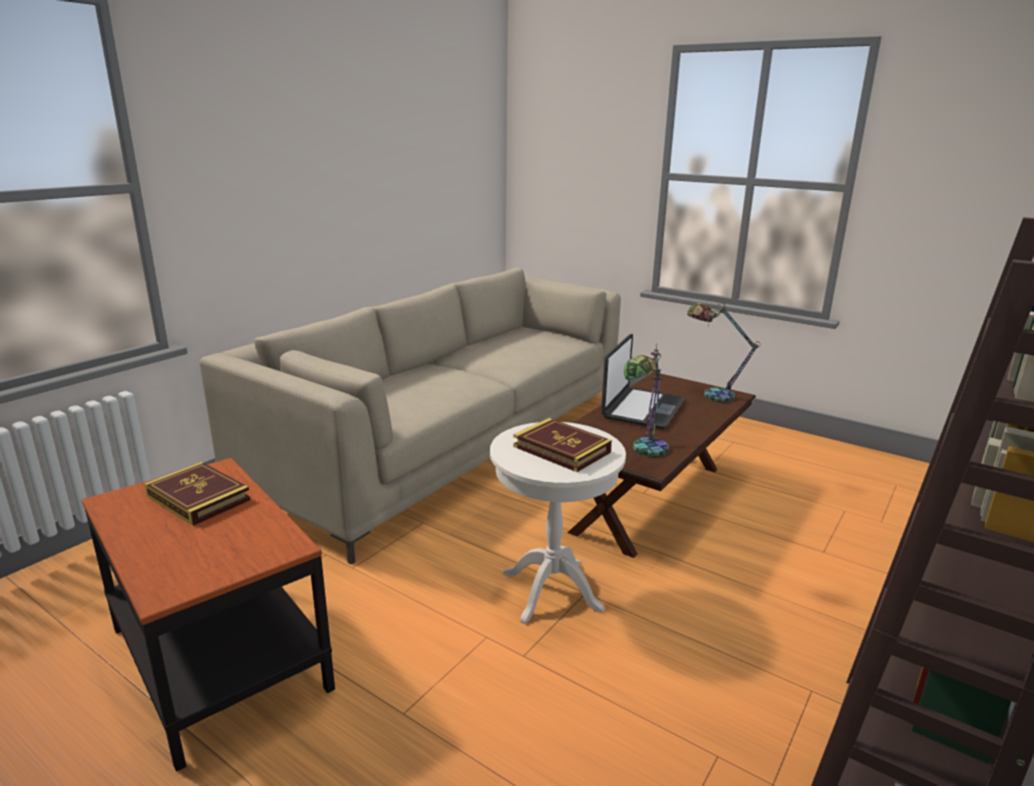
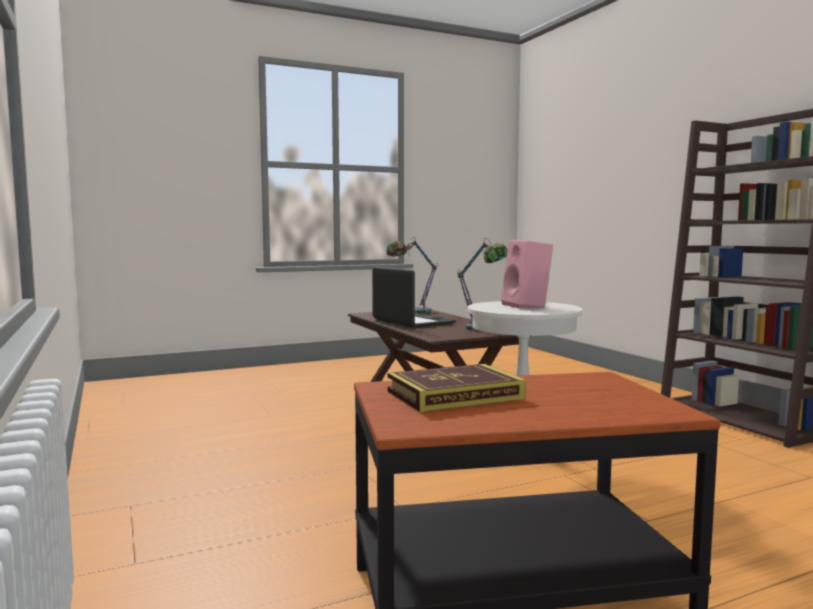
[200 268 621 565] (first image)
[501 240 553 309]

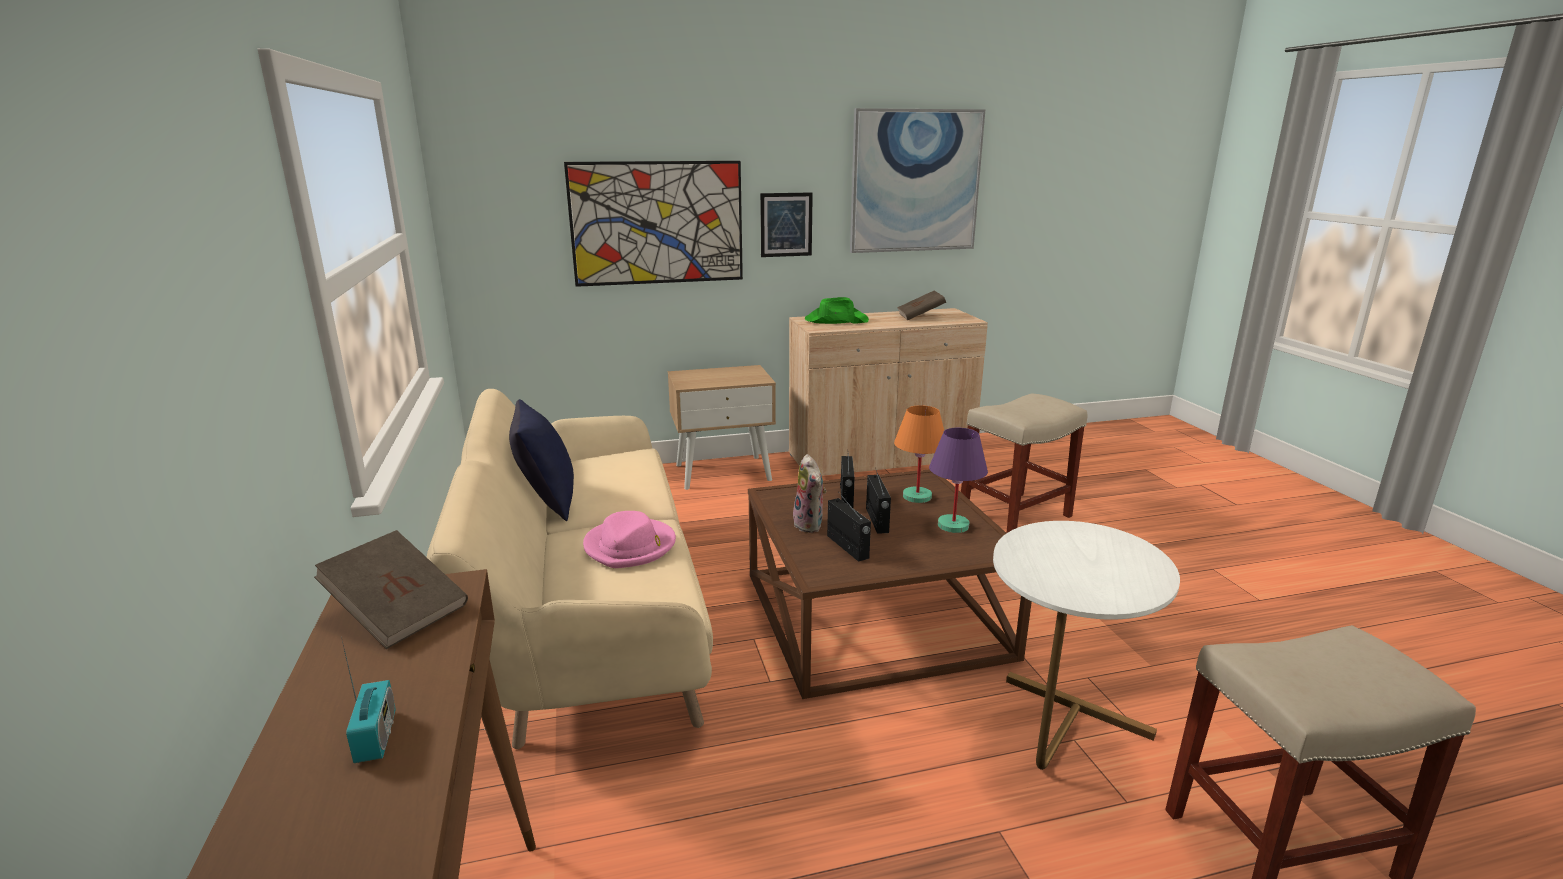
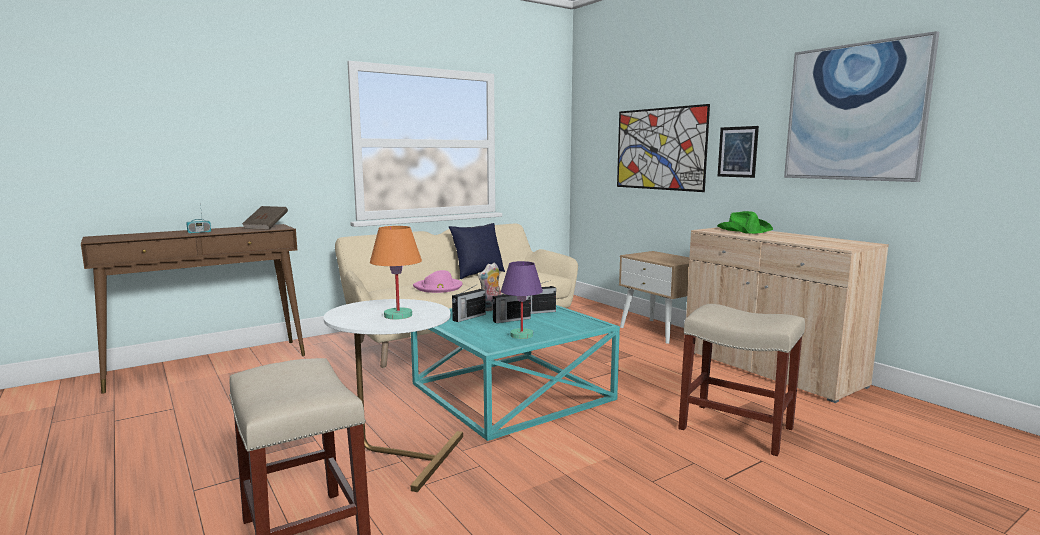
[411 305 620 441]
[370 226 422 319]
[897 291 946 320] (first image)

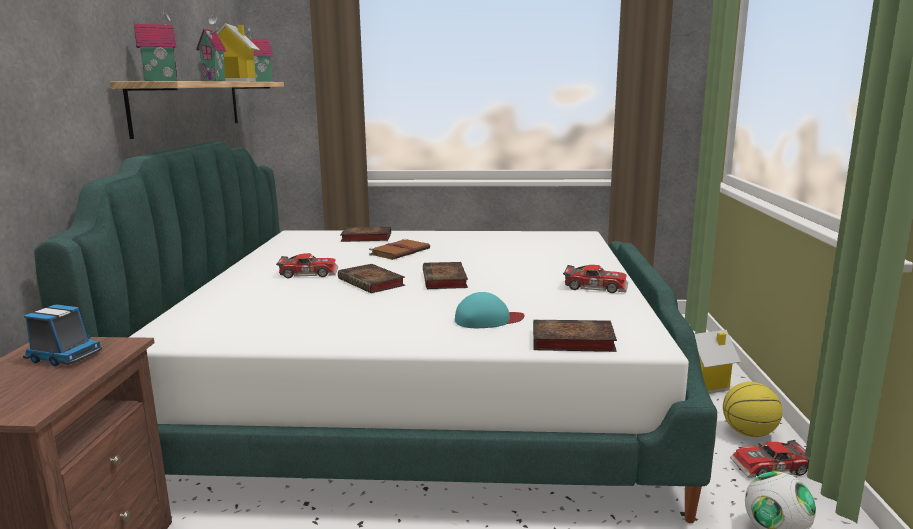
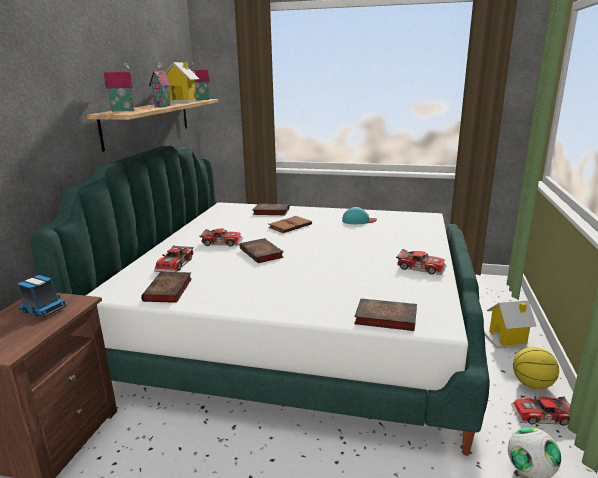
[141 272 192 303]
[342 207 377 224]
[154 245 193 272]

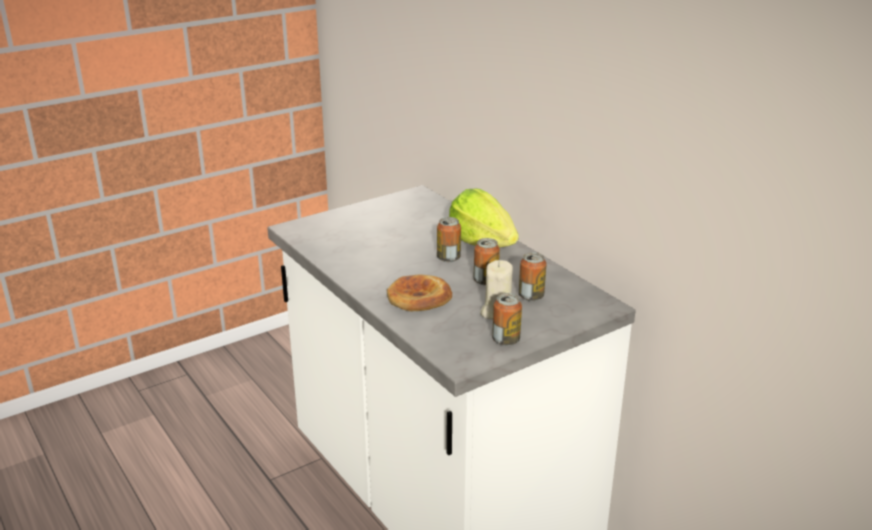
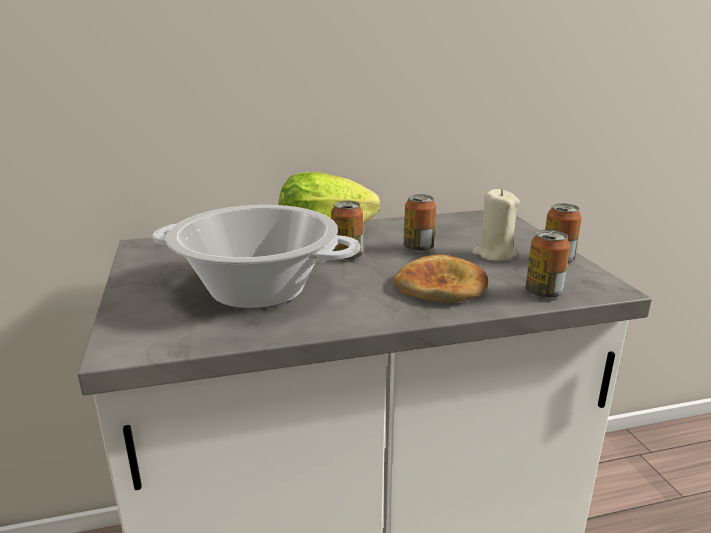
[526 229 570 299]
[153 205 360 309]

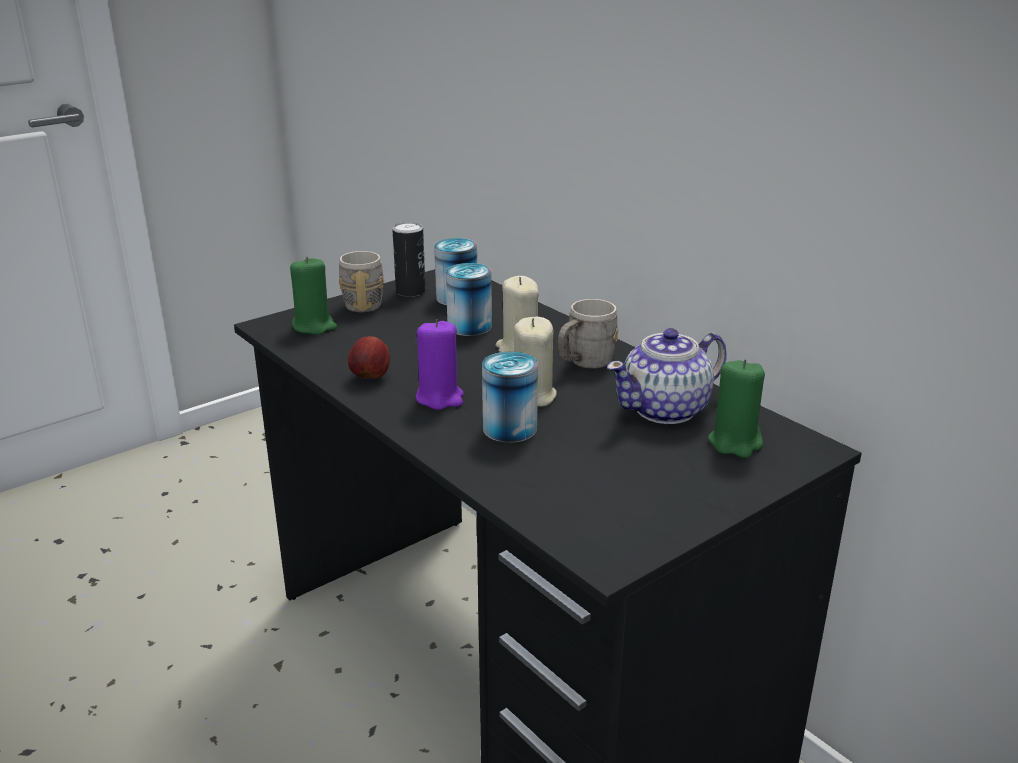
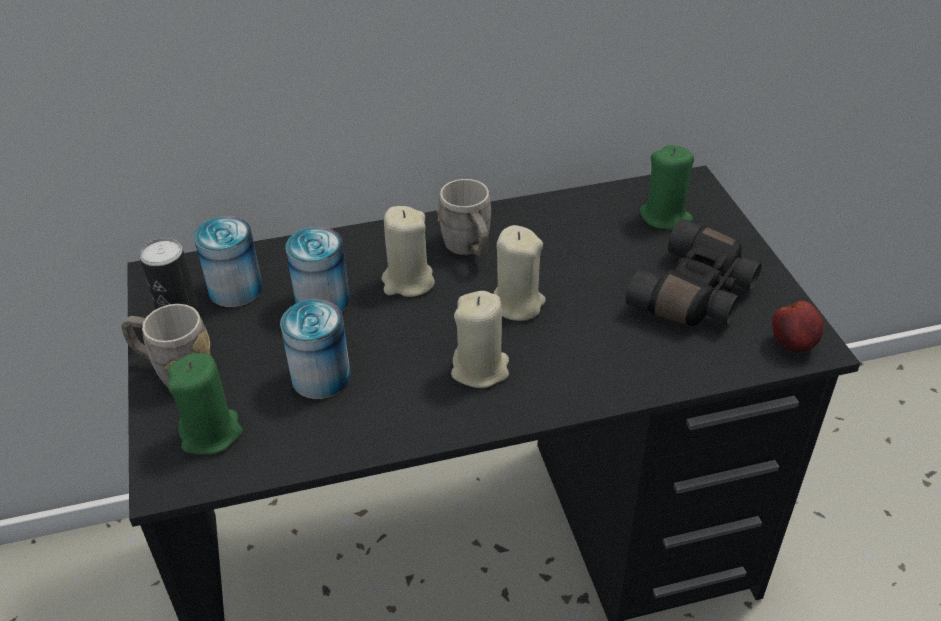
[772 301 824 352]
[451 291 509 388]
[280 299 351 399]
[607 328 727 424] (first image)
[626 219 761 326]

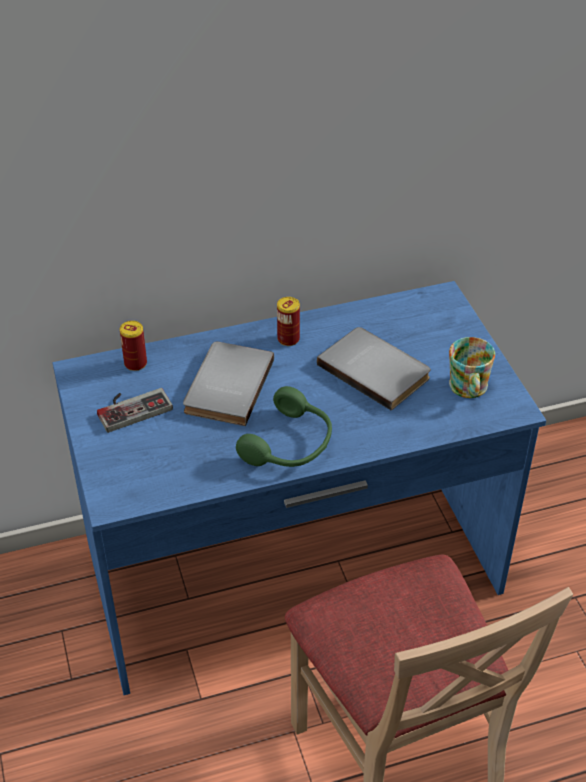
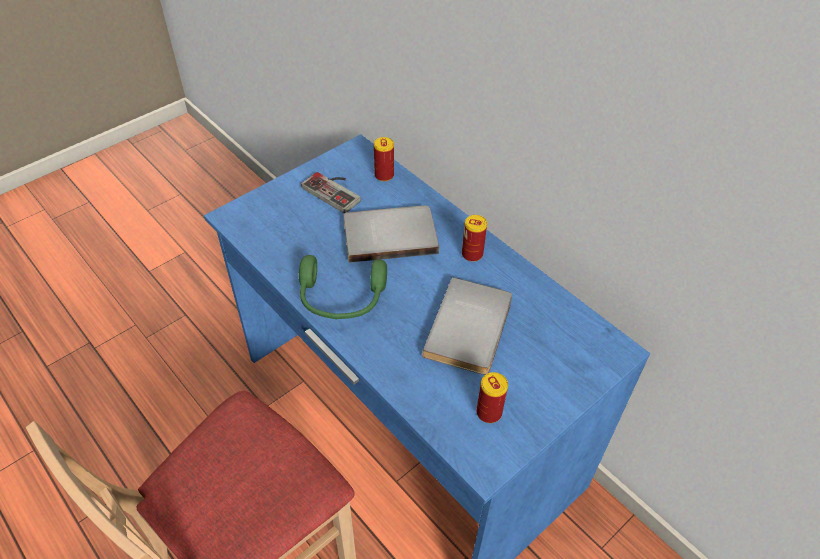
[476 372 508 423]

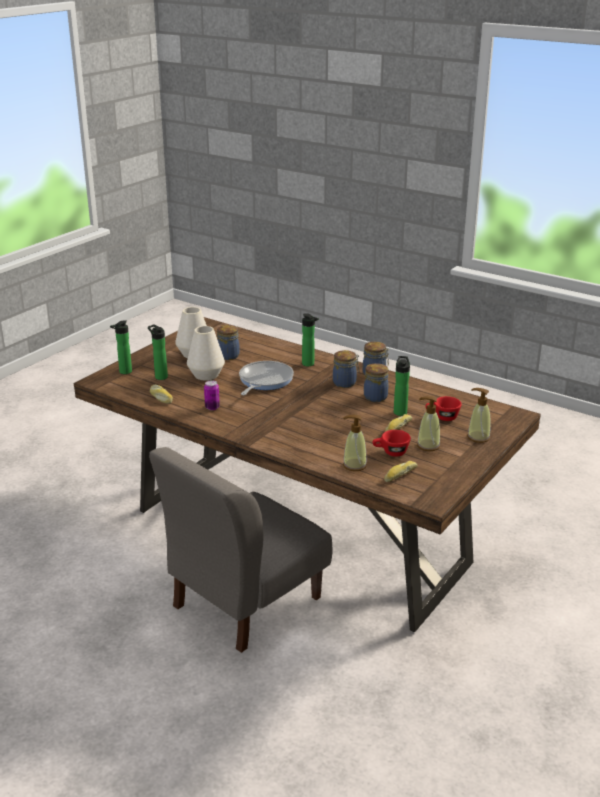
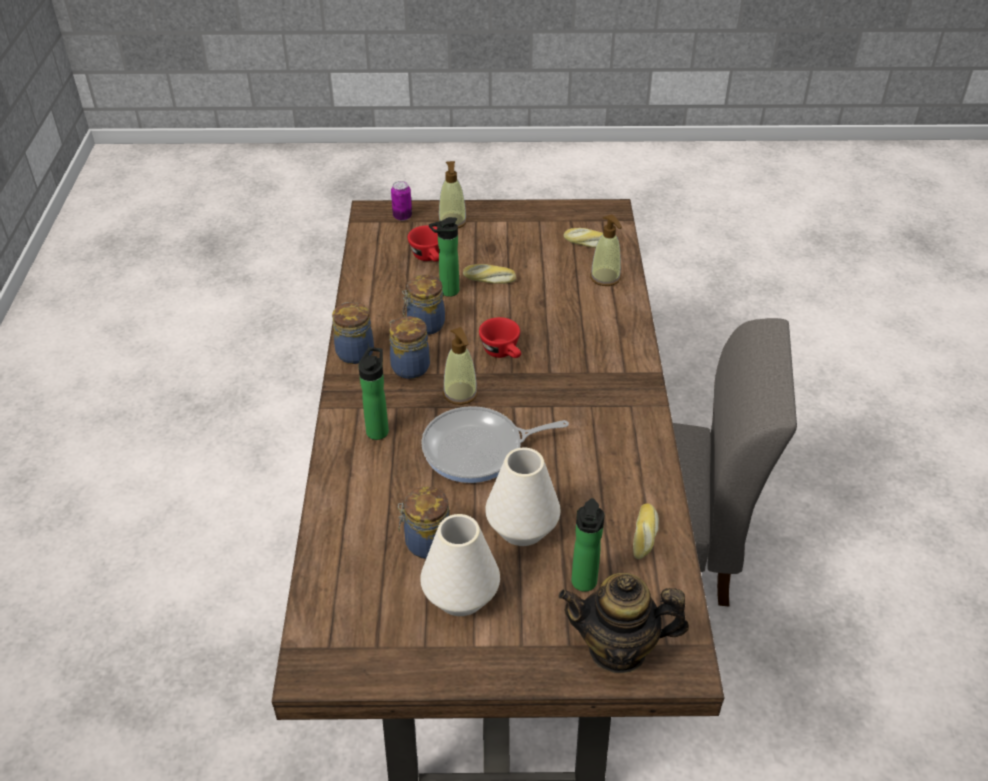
[558 573 689 673]
[391 181 412 221]
[479 317 521 358]
[443 327 478 405]

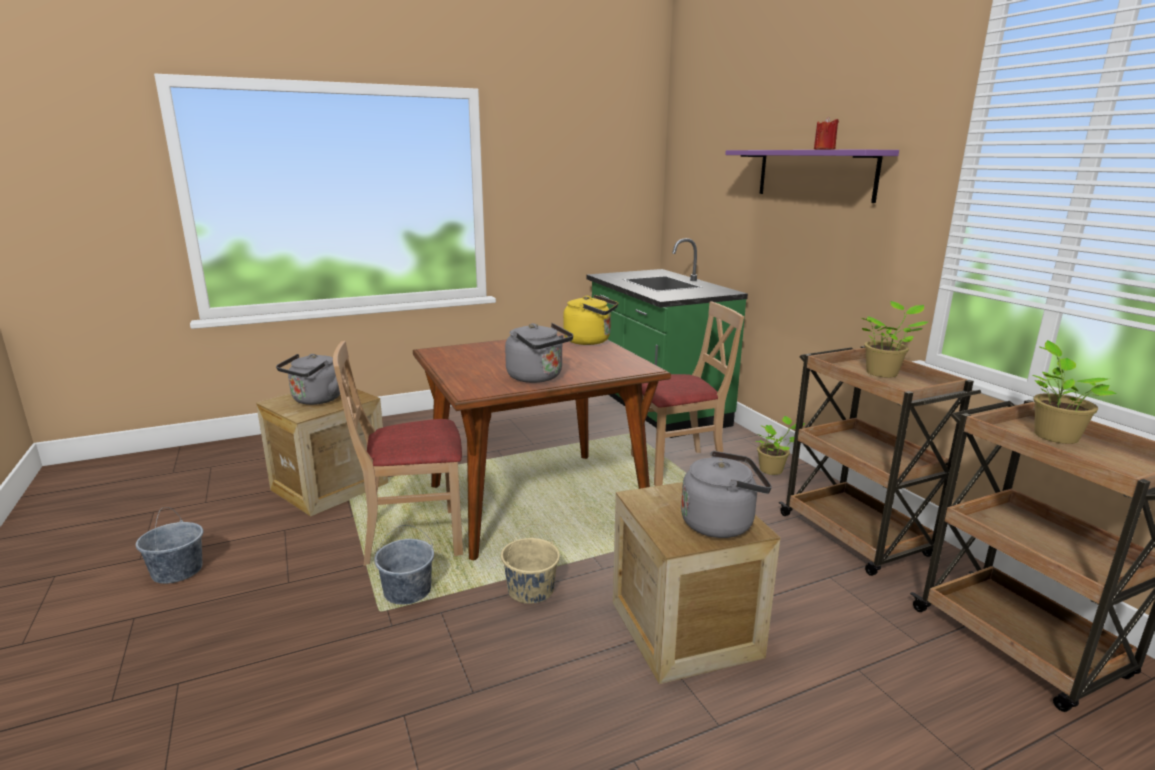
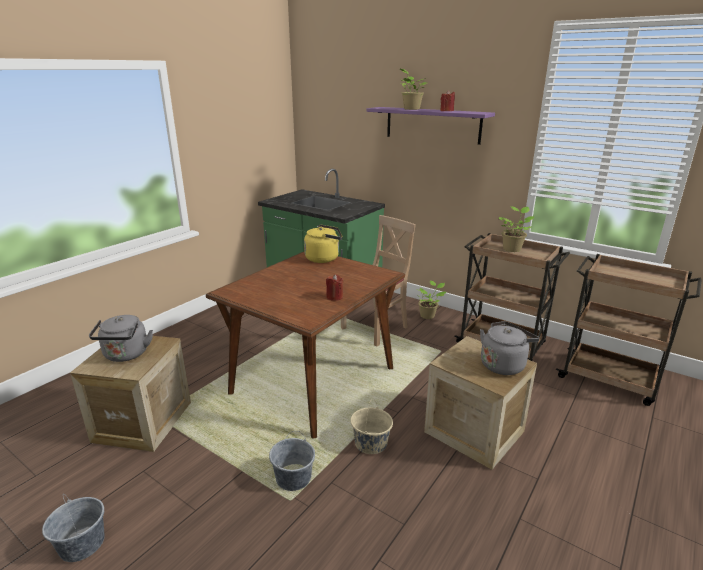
[333 341 463 566] (first image)
[326 275 343 301]
[400 69 427 110]

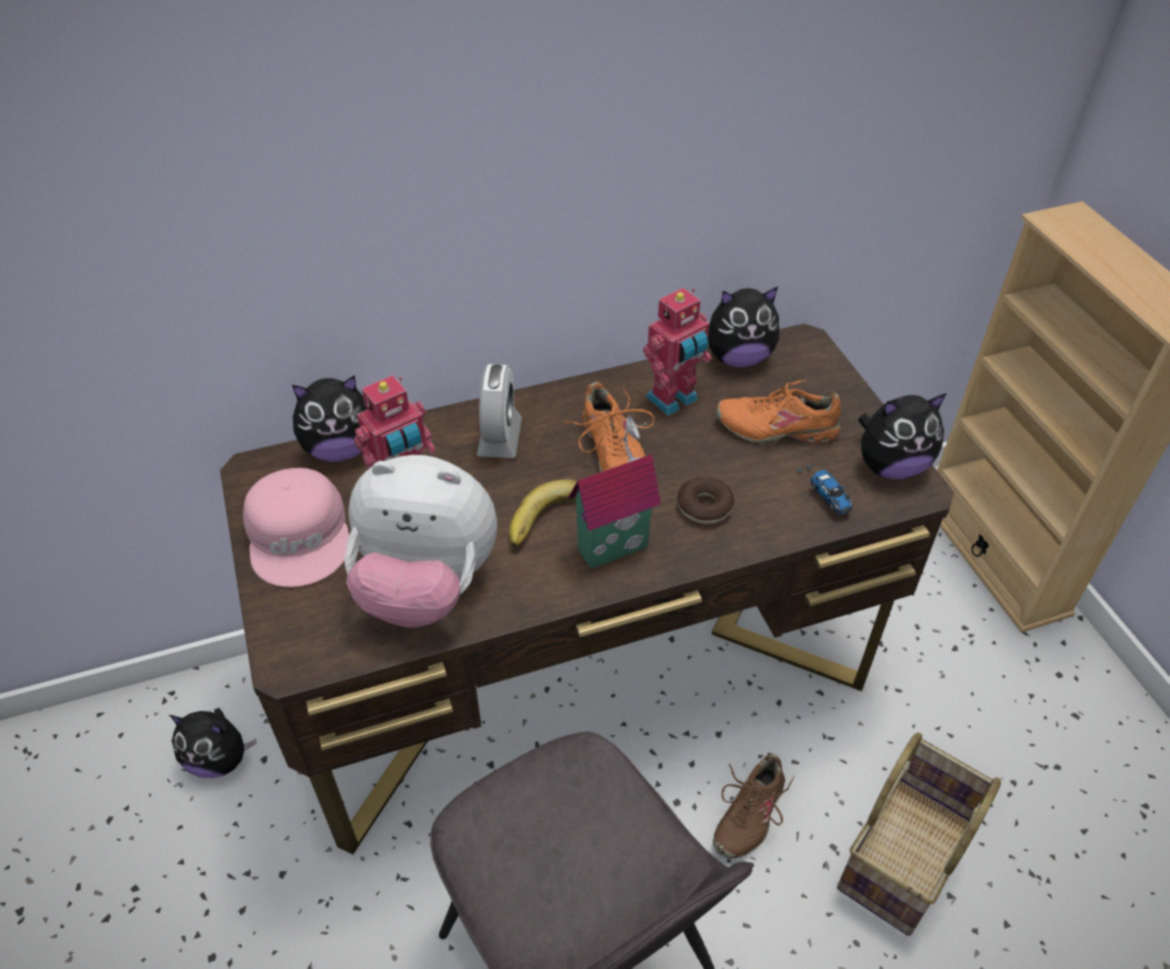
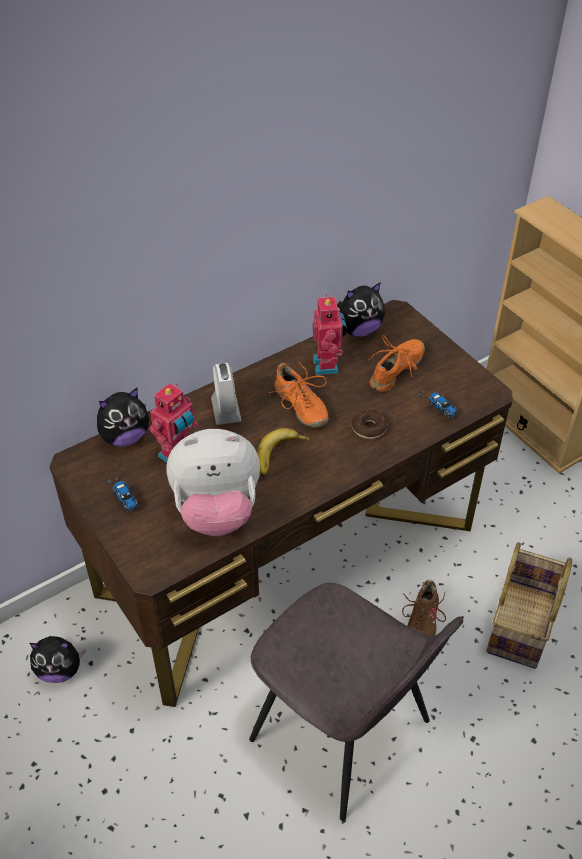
[108 477 138 511]
[567 416 661 569] (first image)
[313 294 347 375]
[369 335 425 392]
[858 393 946 479] (first image)

